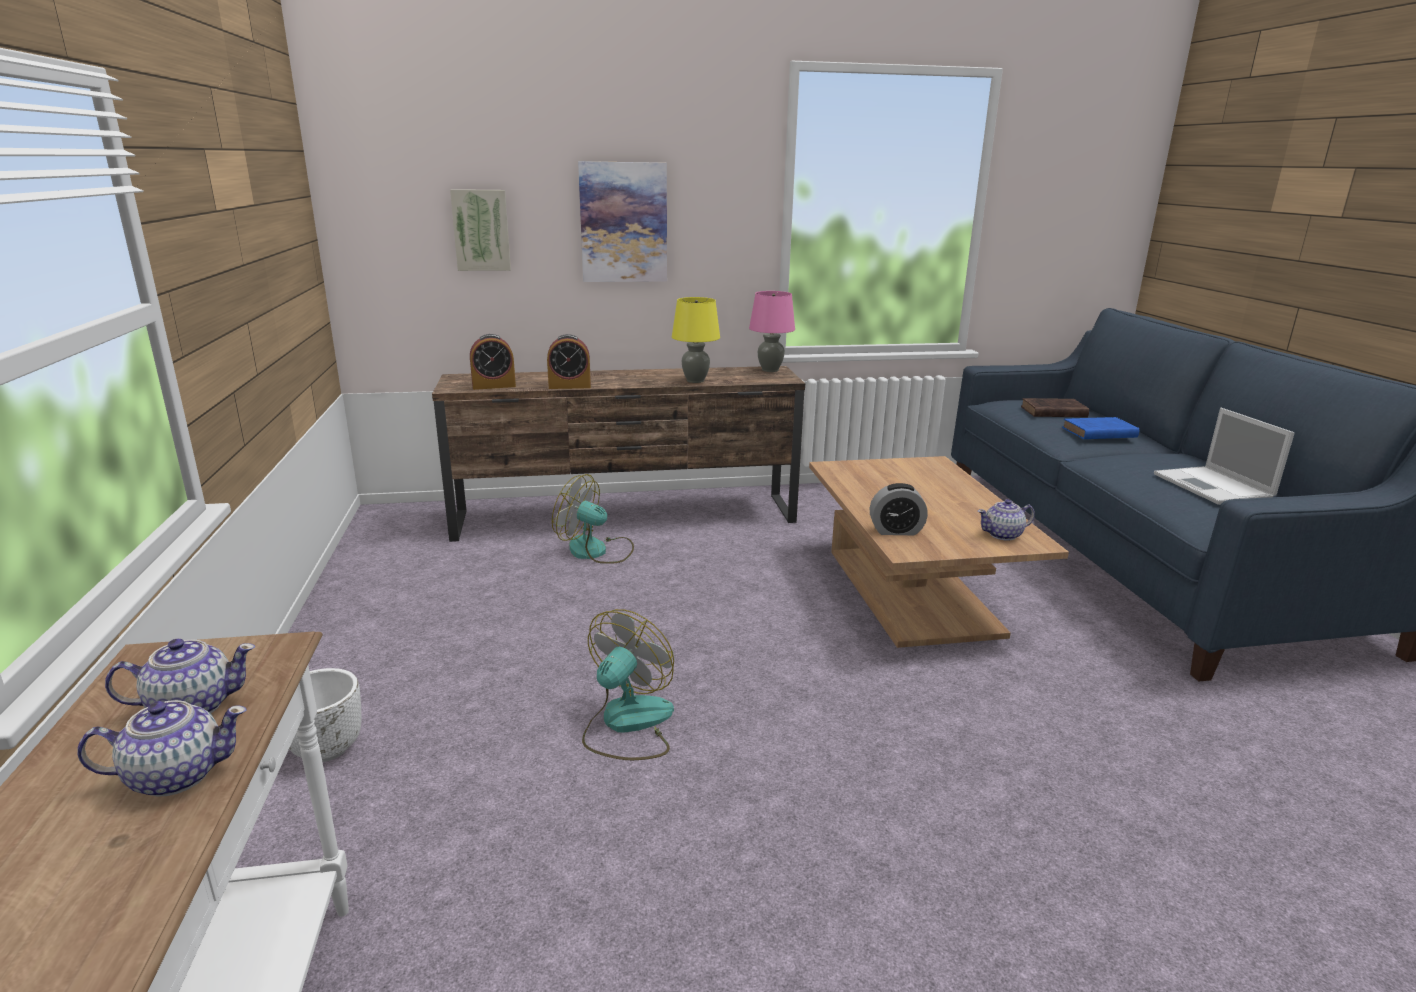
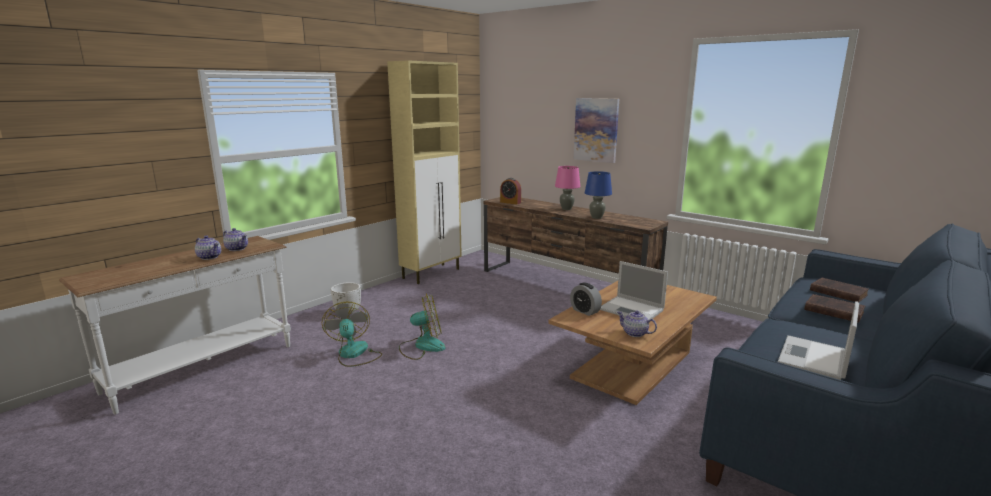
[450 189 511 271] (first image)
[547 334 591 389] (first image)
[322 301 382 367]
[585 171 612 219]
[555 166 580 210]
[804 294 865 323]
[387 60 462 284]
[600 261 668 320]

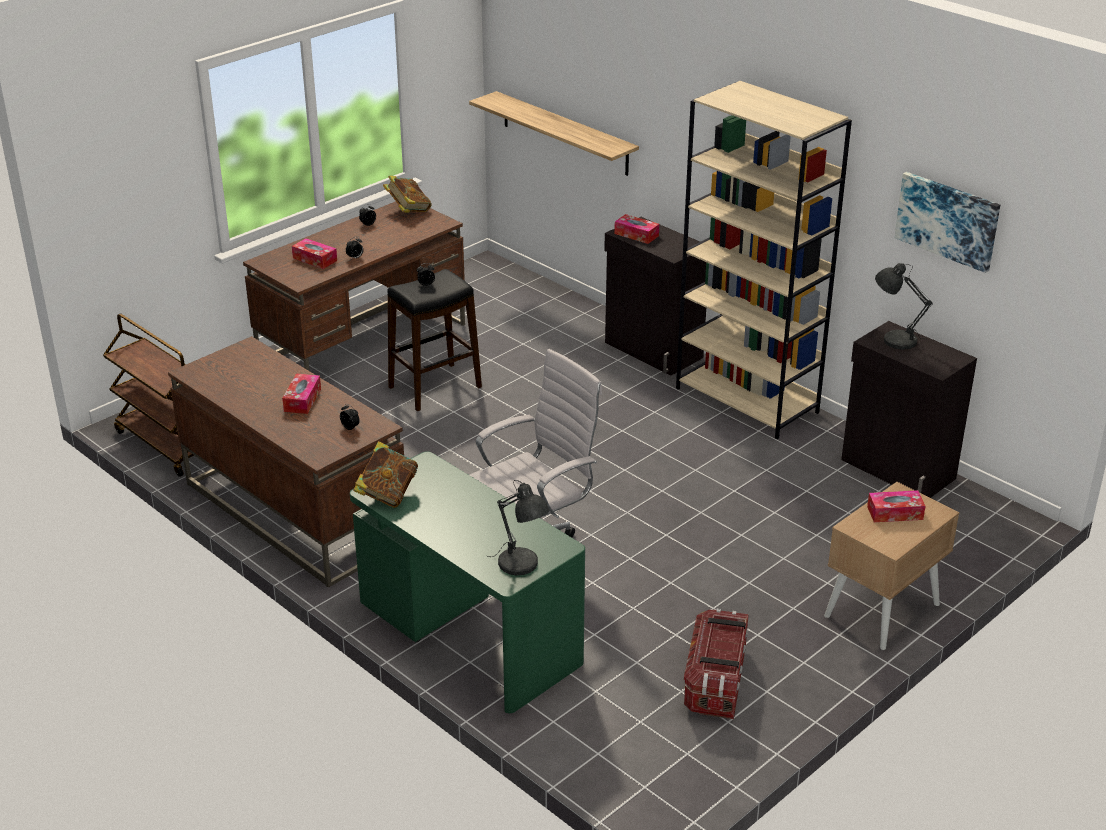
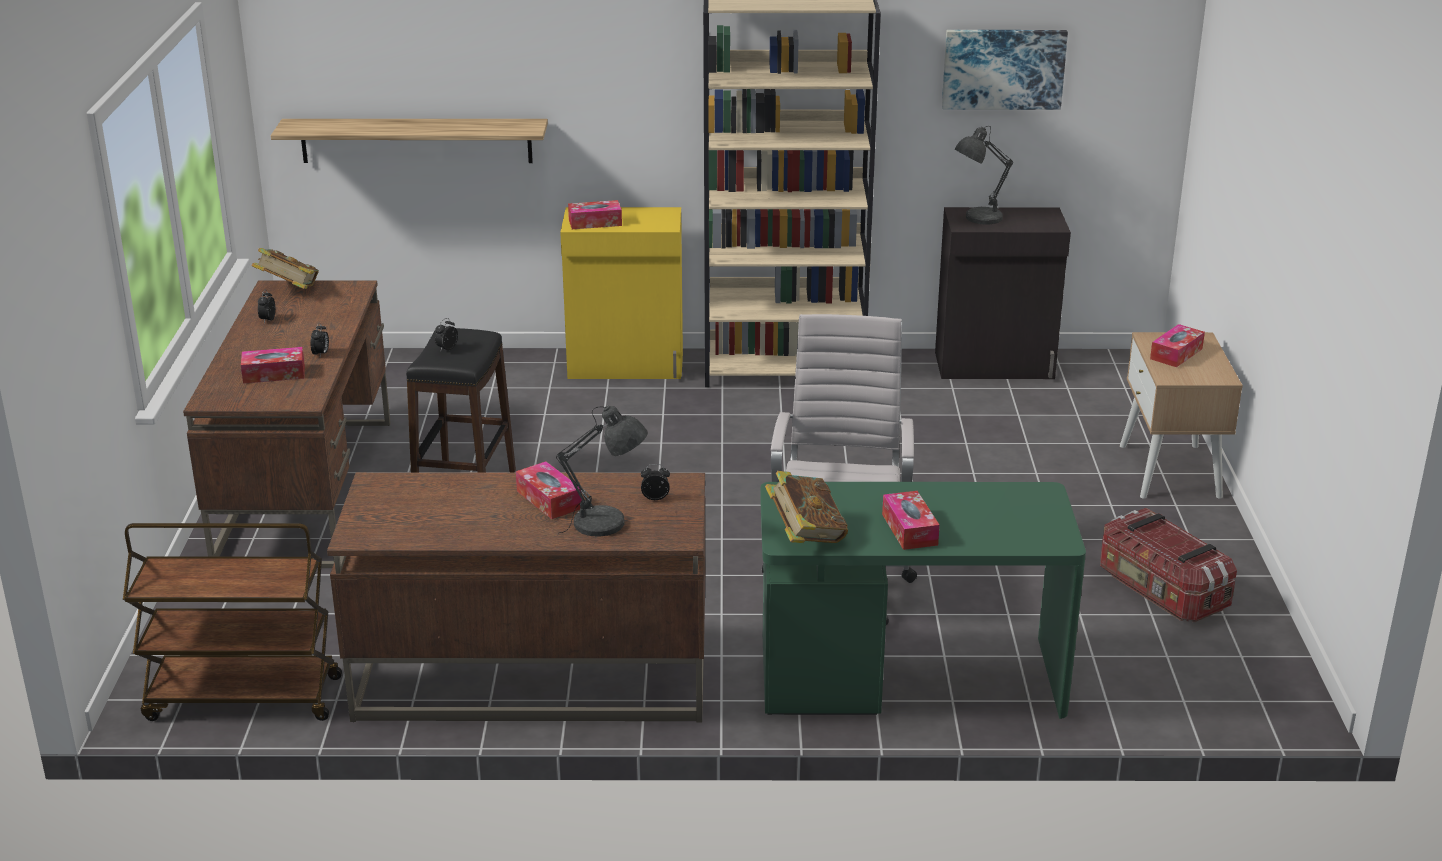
[556 406 647 537]
[560 207 683 379]
[882 491 940 550]

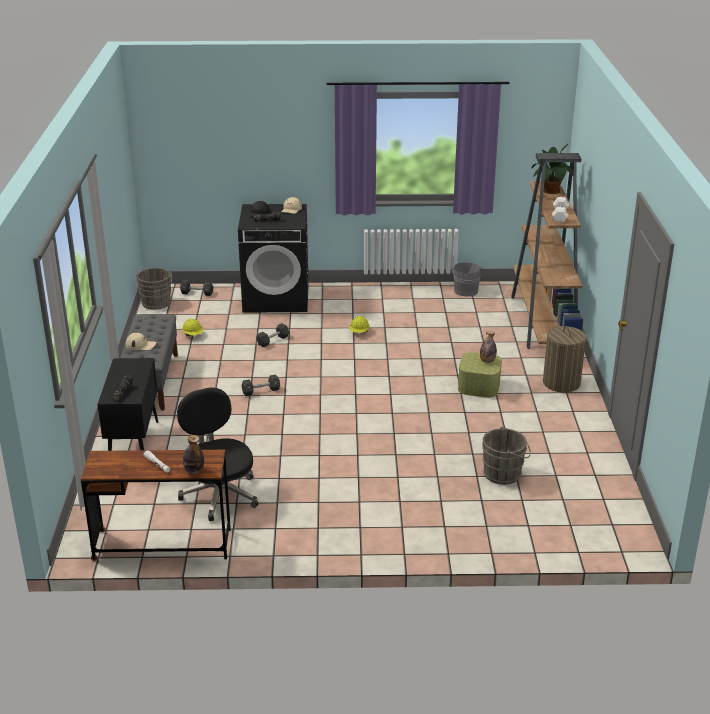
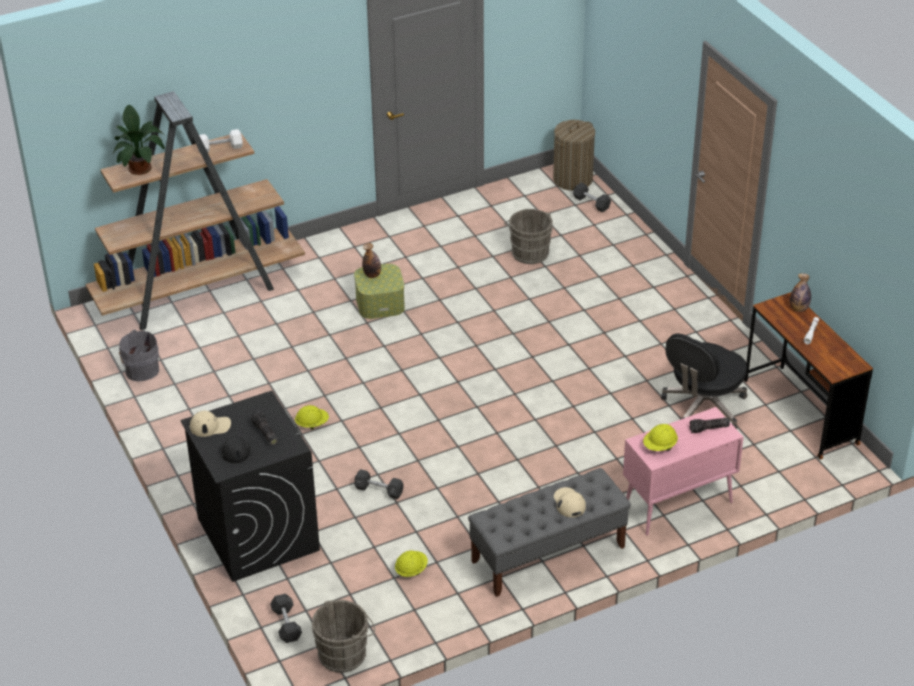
[623 407 744 535]
[573 182 611 212]
[553 120 595 191]
[643 424 678 451]

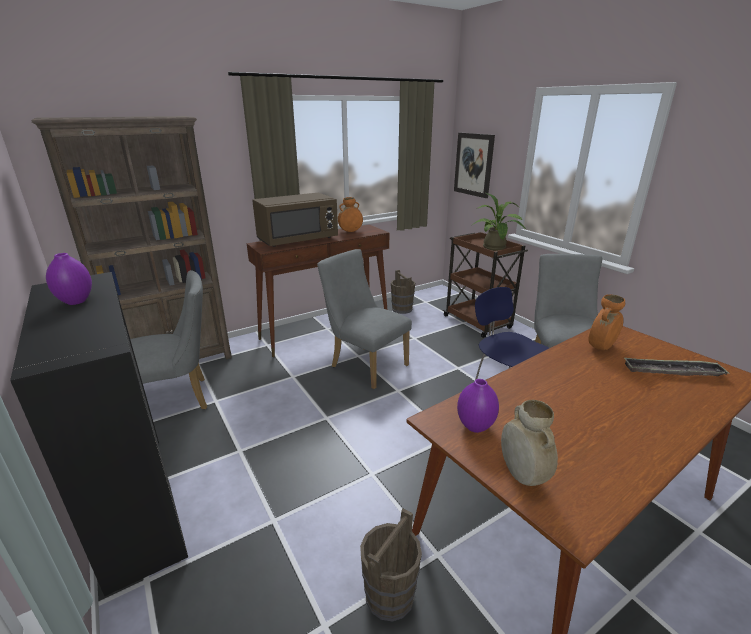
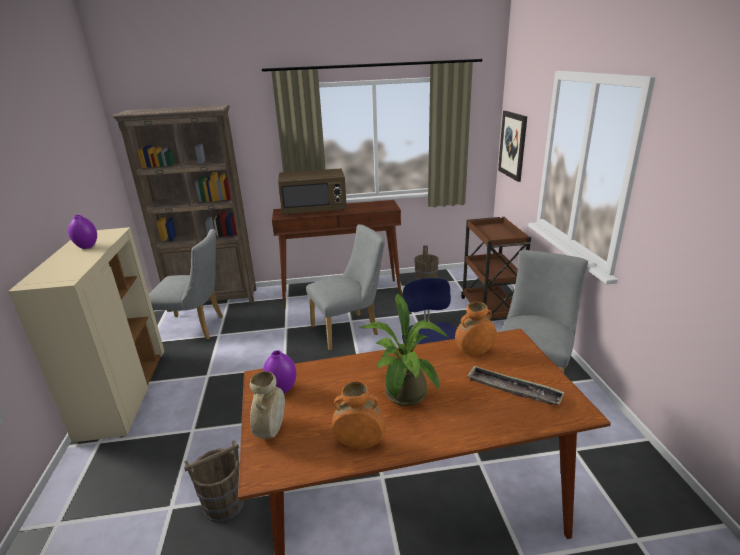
[8 227 165 443]
[306 224 385 351]
[332 381 386 449]
[360 293 448 406]

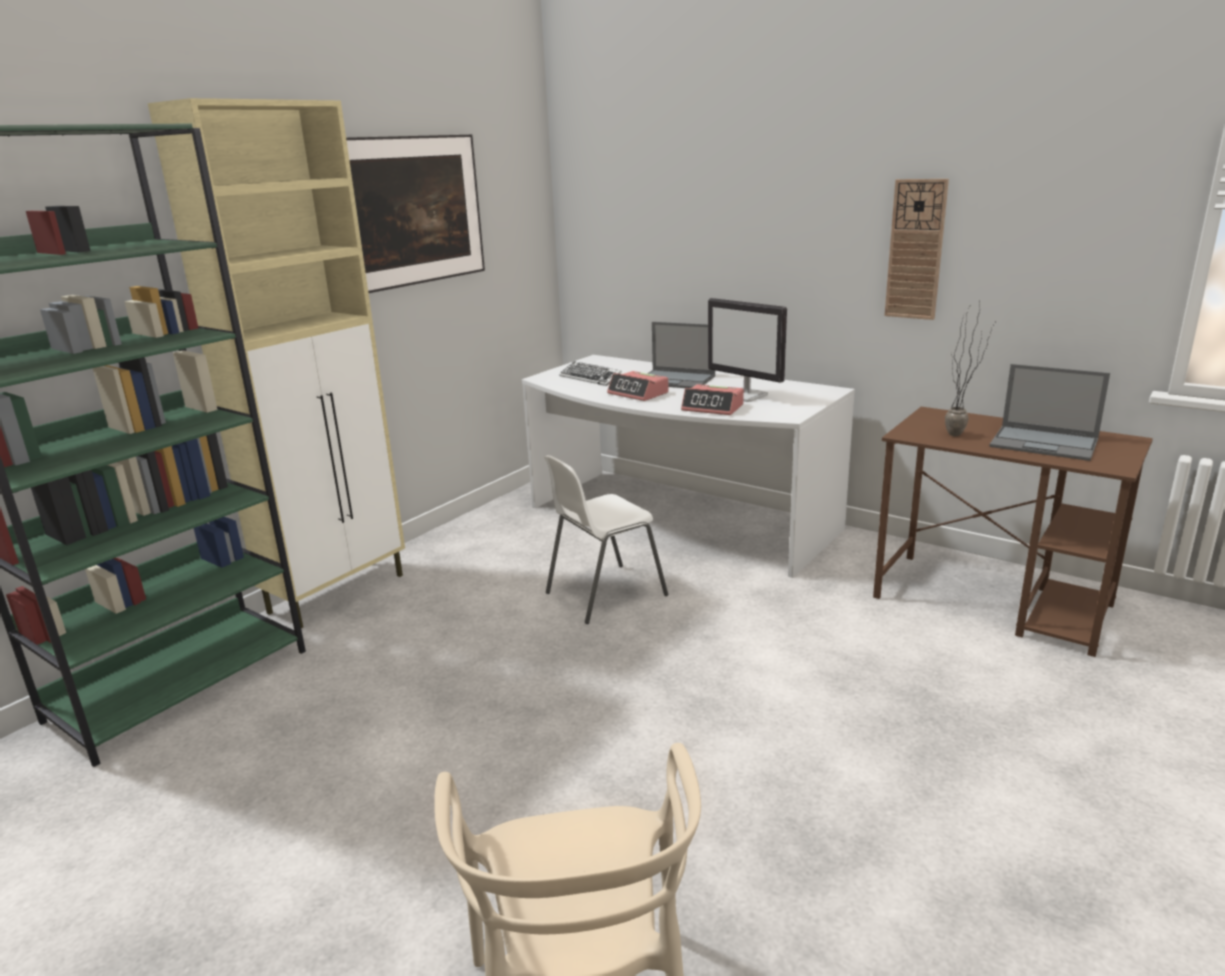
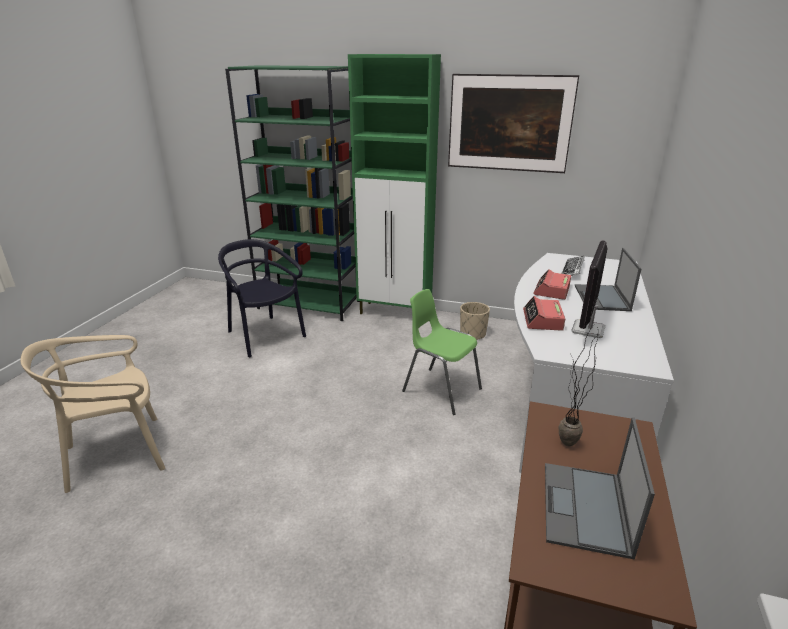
[348 54 441 314]
[402 289 482 415]
[884 179 949 320] (first image)
[218 239 306 357]
[460 302 490 340]

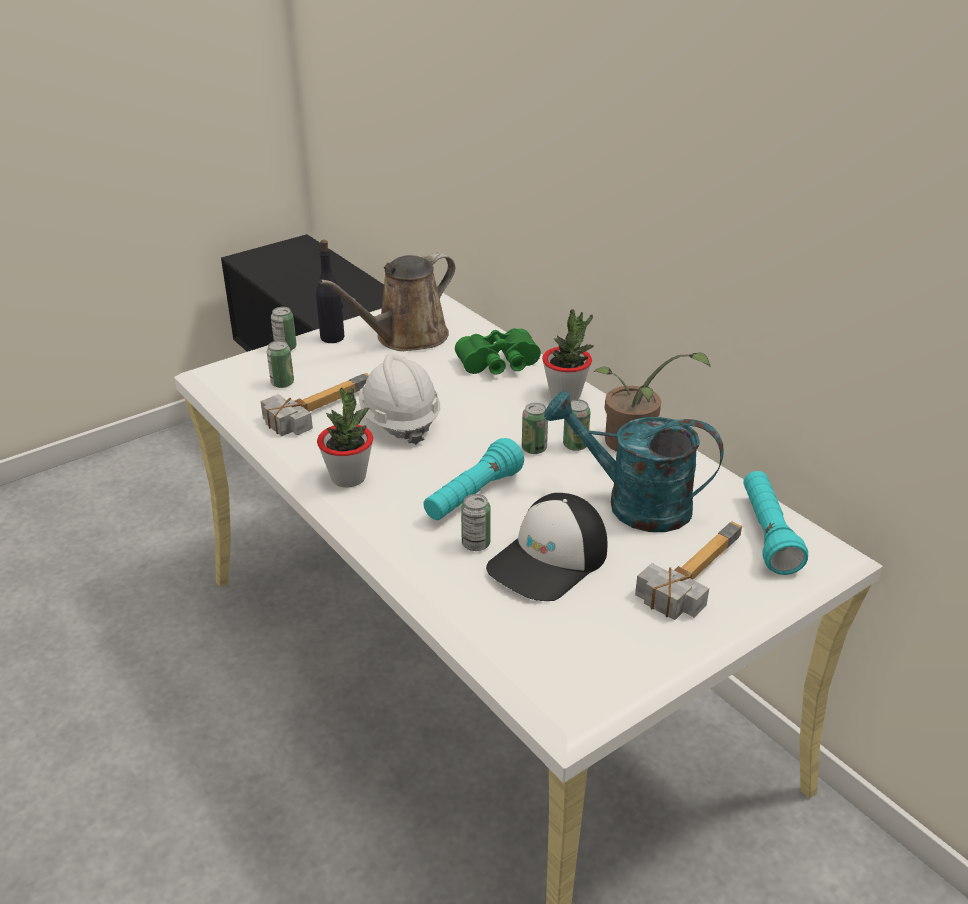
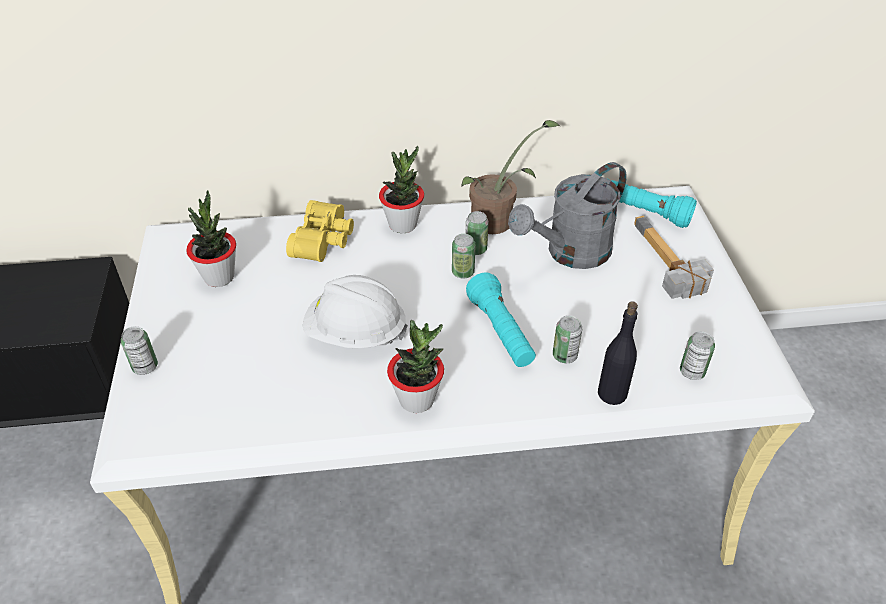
[261 373 369 436] (first image)
[680 331 715 380]
[598 301 638 405]
[186 190 236 287]
[286 200 354 262]
[486 493 607 601] (first image)
[508 162 627 269]

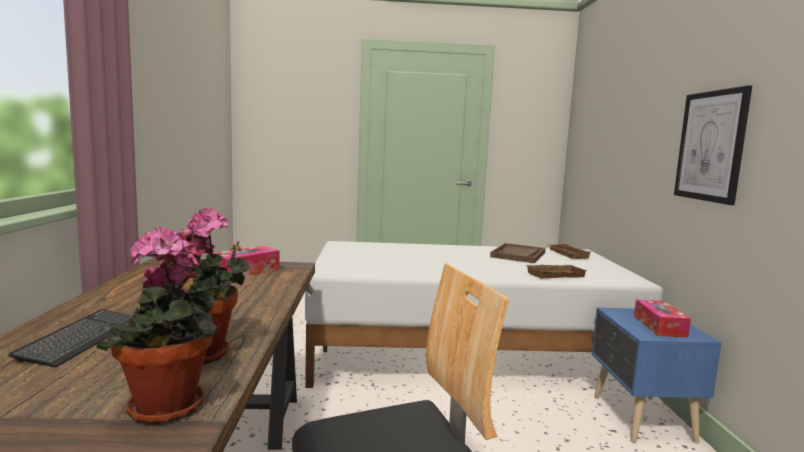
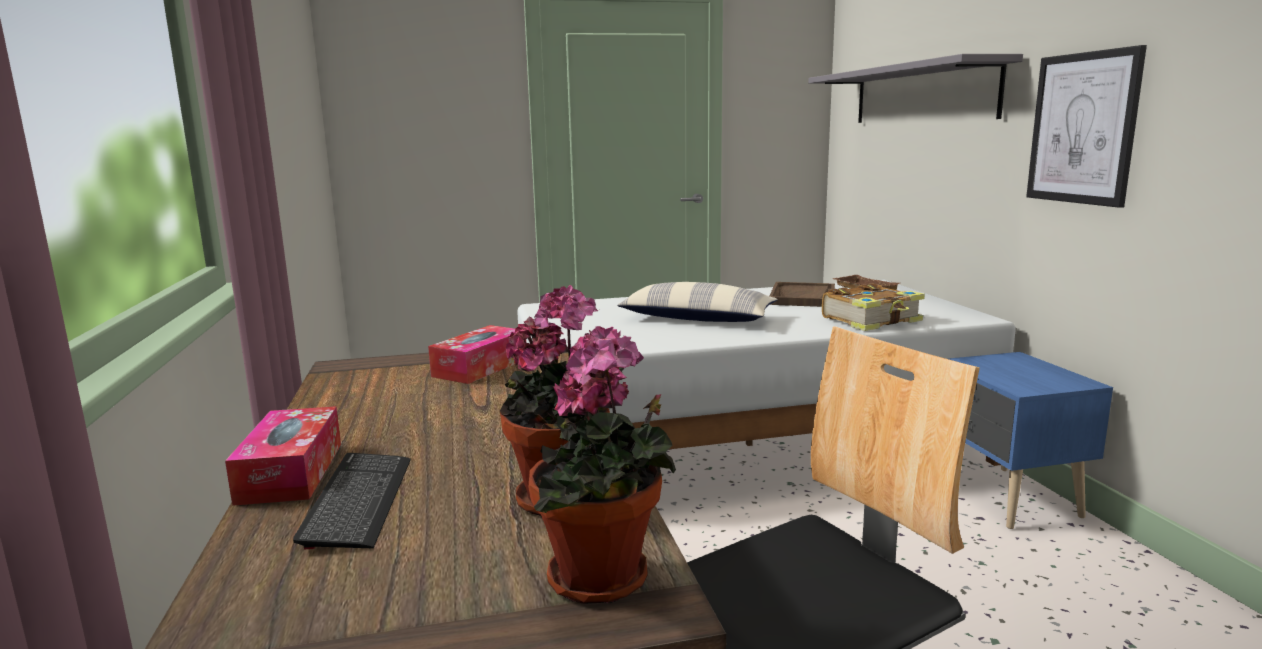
[822 283 925 331]
[225 406 341 506]
[617 282 778 322]
[808 54 1023 123]

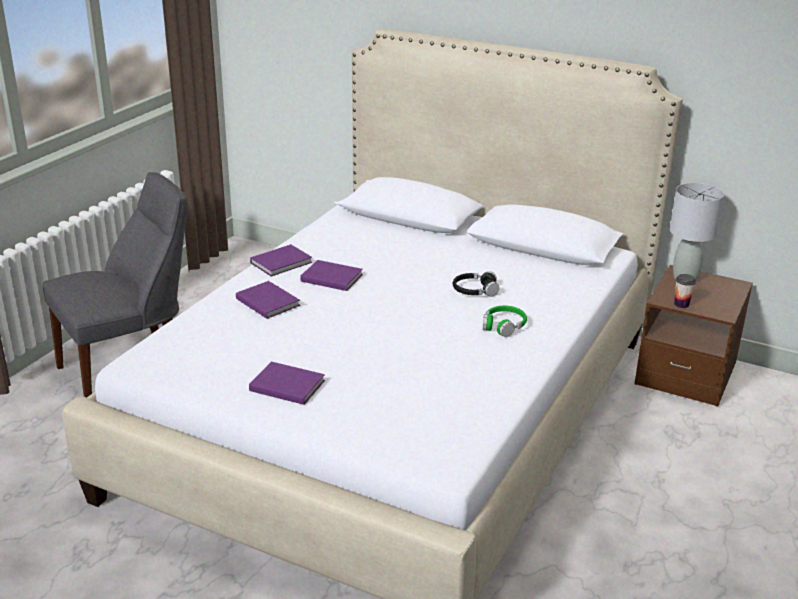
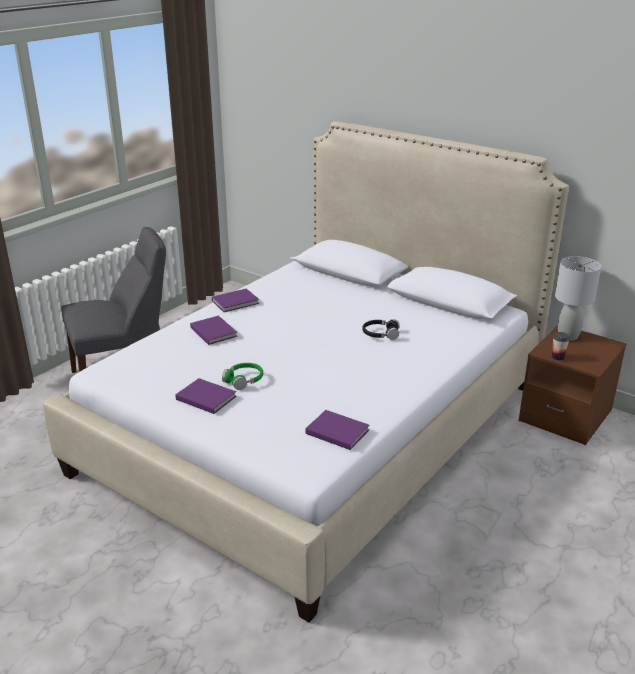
[306 410 369 450]
[222 363 263 390]

